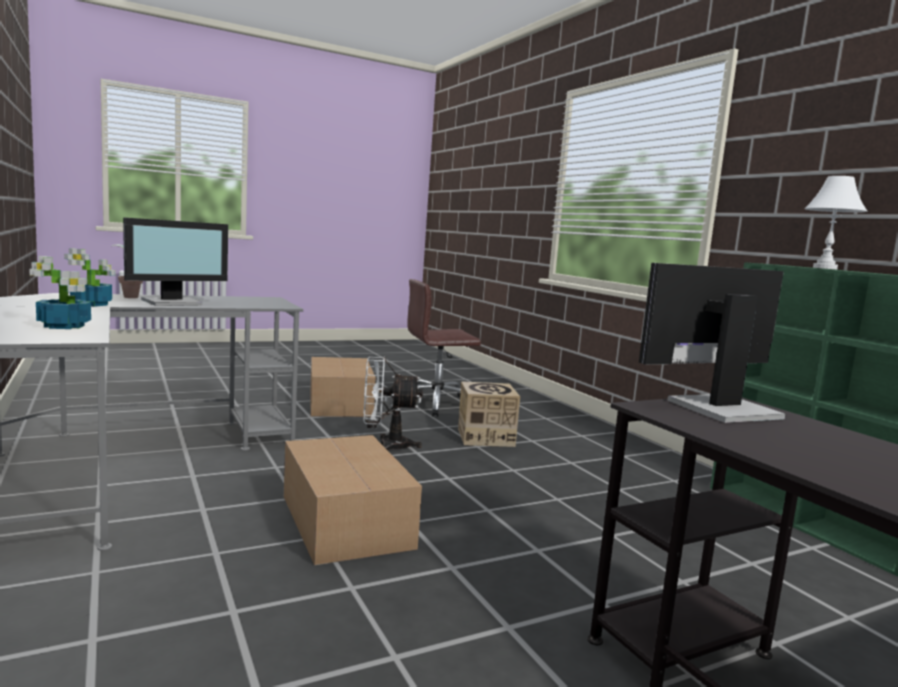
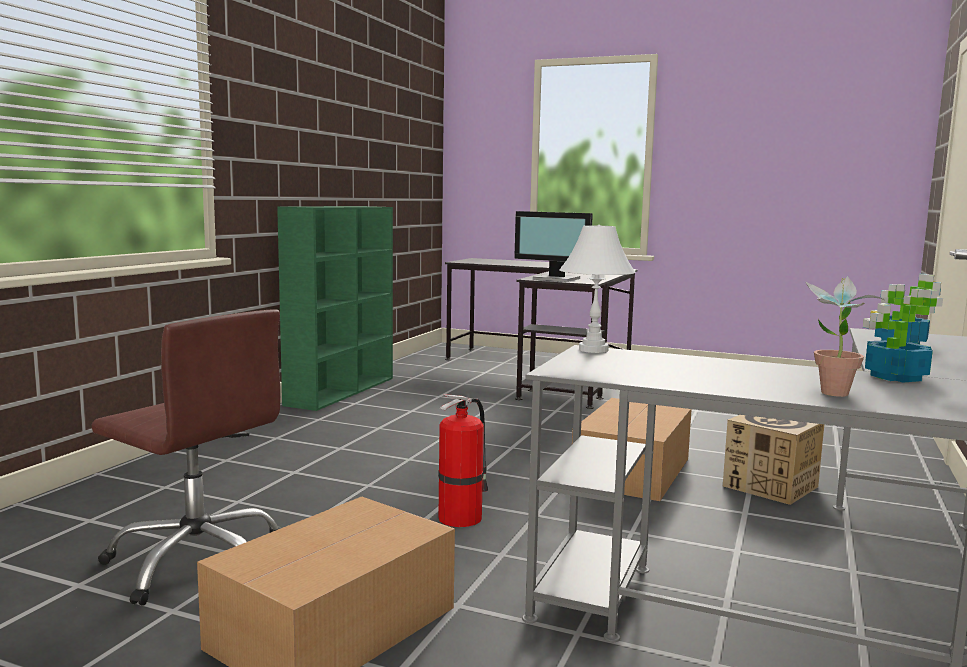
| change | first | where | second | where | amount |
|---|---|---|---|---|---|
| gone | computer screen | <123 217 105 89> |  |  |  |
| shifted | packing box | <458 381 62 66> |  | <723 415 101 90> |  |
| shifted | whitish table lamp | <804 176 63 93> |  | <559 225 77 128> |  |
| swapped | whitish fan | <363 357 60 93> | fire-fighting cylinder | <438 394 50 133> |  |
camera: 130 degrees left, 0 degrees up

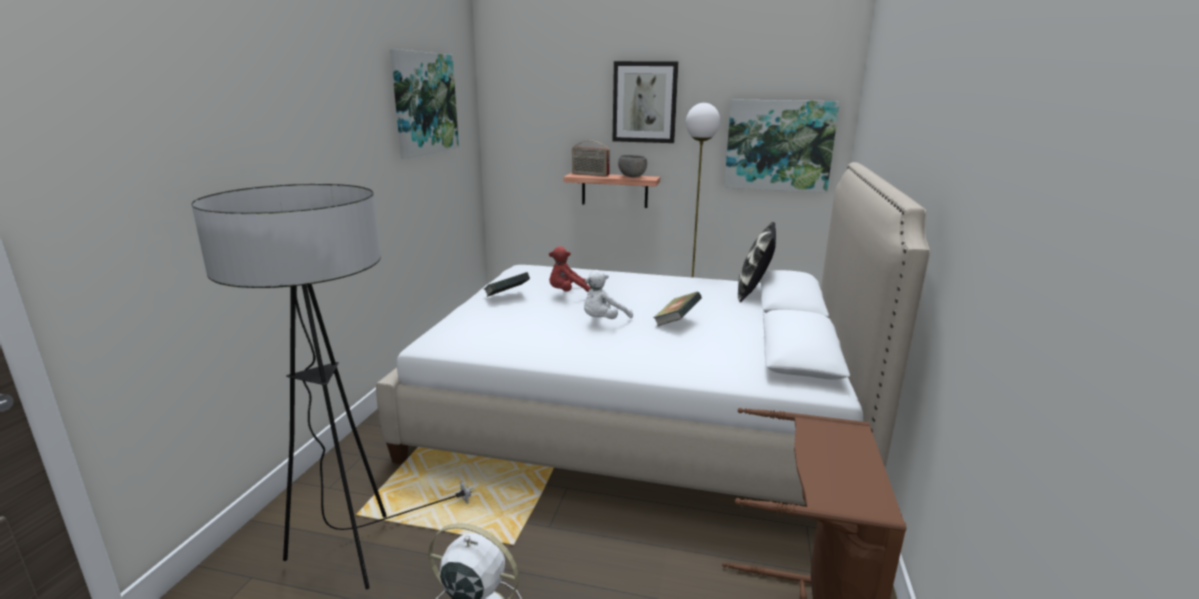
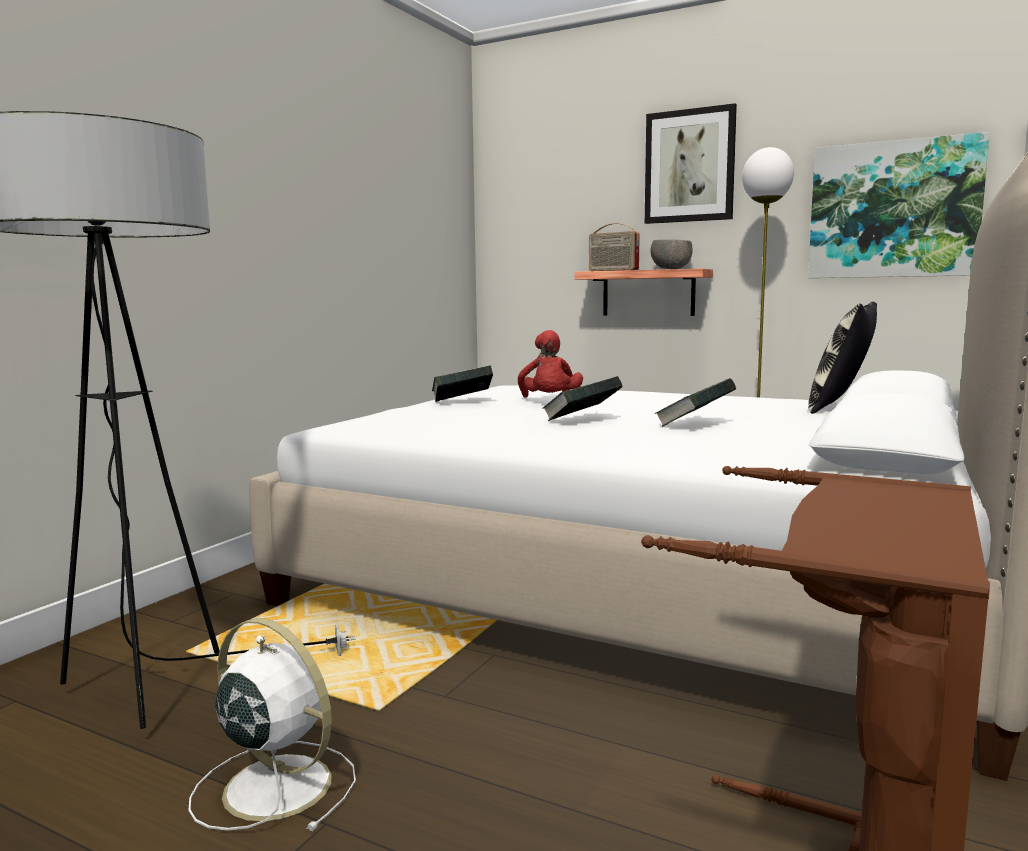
| change | first | where | second | where | amount |
|---|---|---|---|---|---|
| gone | picture | <390 49 69 110> |  |  |  |
| swapped | whitish plush toy | <584 270 49 49> | book | <543 376 80 45> |  |
| rotated | reddish plush toy | <549 246 42 46> |  | <518 330 65 68> | 90 degrees counterclockwise |
camera: 15 degrees right, 10 degrees down

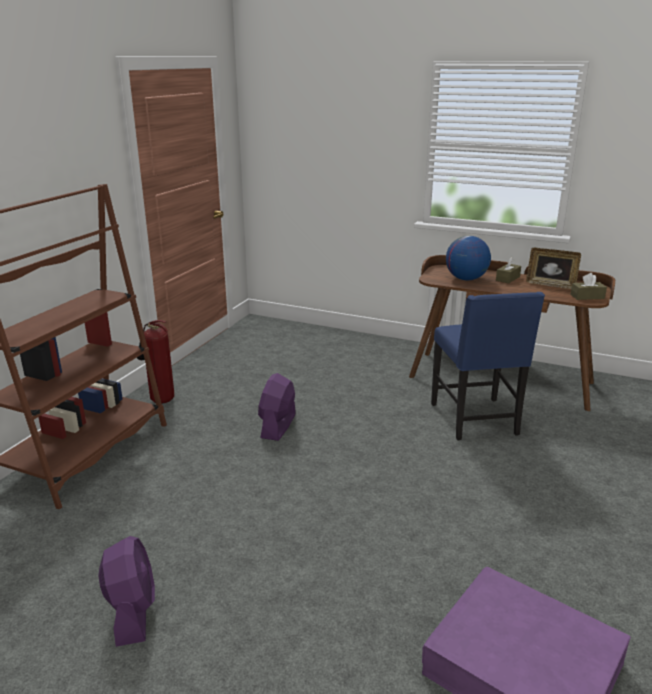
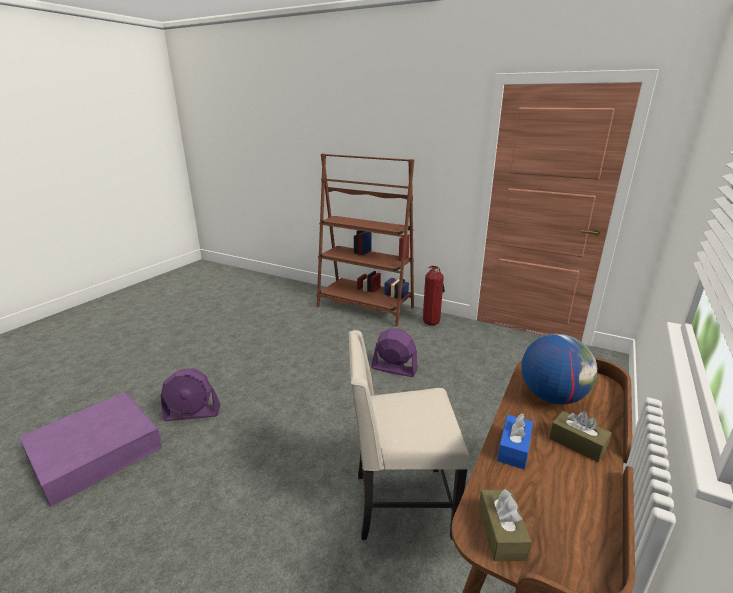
| change | first | where | second | where | amount |
|---|---|---|---|---|---|
| gone | picture frame | <526 248 55 41> |  |  |  |
| new |  |  | bluish box of tissues | <497 413 36 56> |  |
| shifted | purple-coloured fan | <98 536 57 111> |  | <161 368 59 53> |  |
| repainted | bluish plain chair | <431 292 114 148> | beige plain chair | <349 330 121 210> |  |
camera: 95 degrees right, 0 degrees up

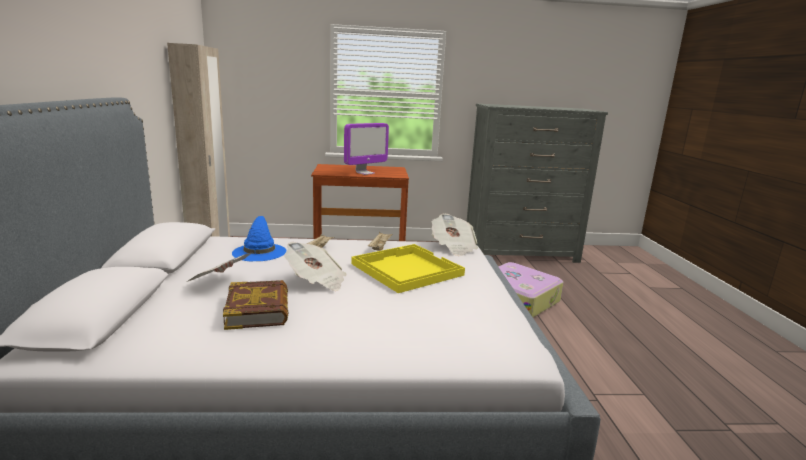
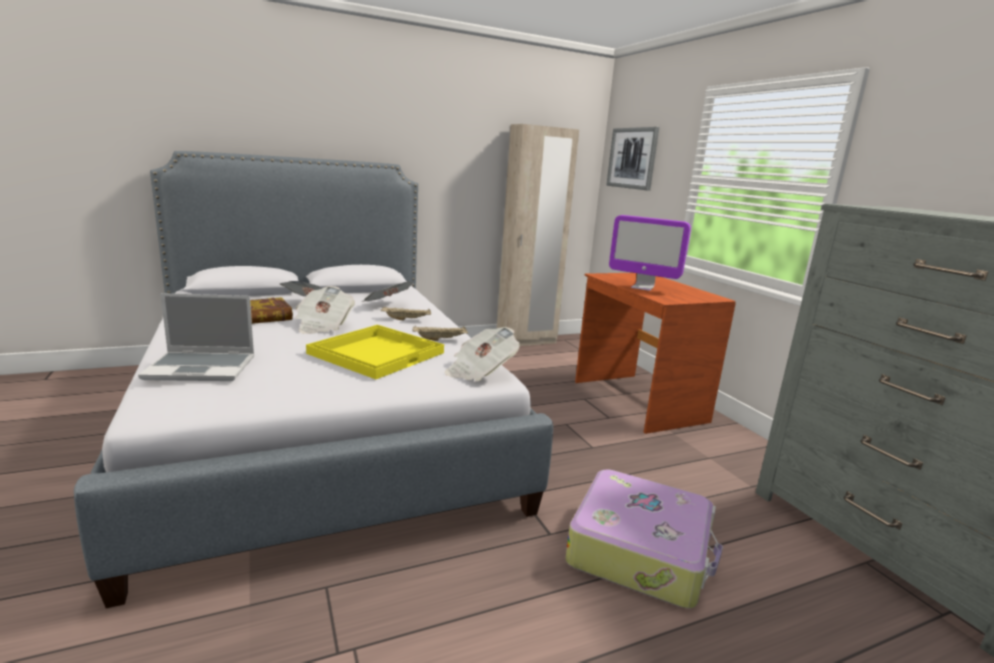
| change | first | where | second | where | amount |
|---|---|---|---|---|---|
| new |  |  | laptop | <138 293 117 88> |  |
| new |  |  | picture | <606 127 54 64> |  |
| swapped | bluish hat | <232 216 54 45> | printed paper | <362 281 52 21> |  |
camera: 70 degrees right, 0 degrees up

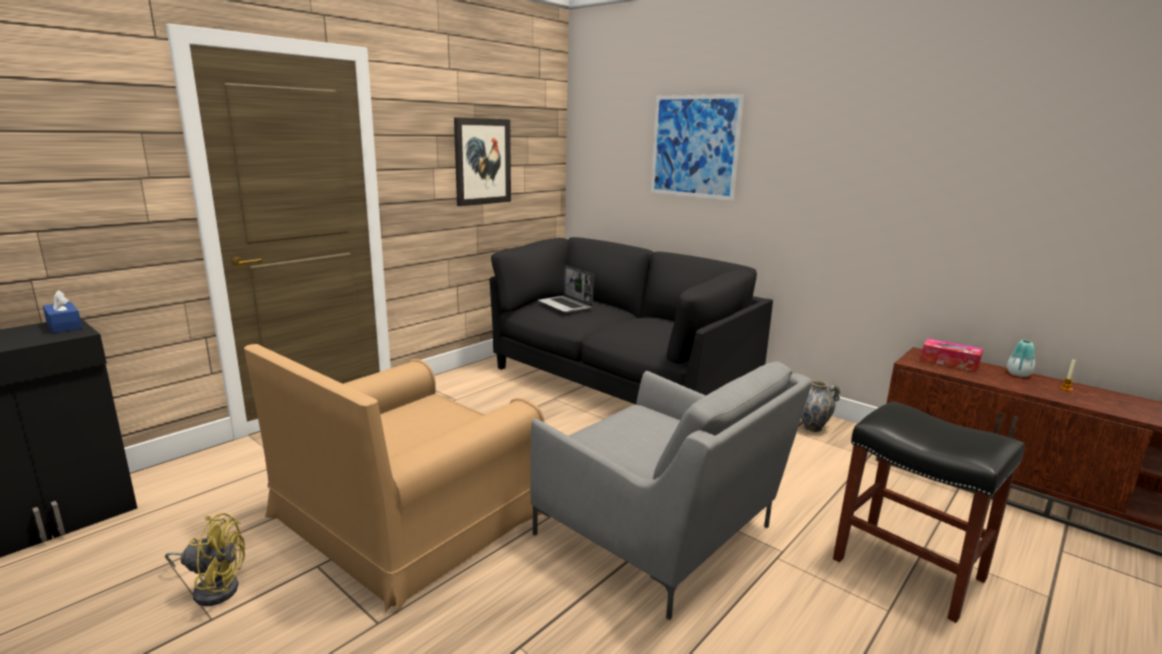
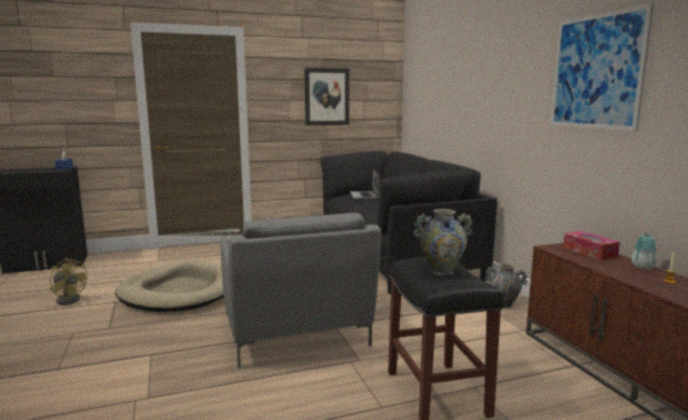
| change | first | where | second | where | amount |
|---|---|---|---|---|---|
| new |  |  | flower vase | <414 209 59 67> |  |
| shifted | picture | <651 94 93 107> |  | <550 3 104 128> |  |
| swapped | brown lounge chair | <244 344 300 269> | beige dog bed | <115 261 109 51> |  |
camera: 30 degrees right, 5 degrees down

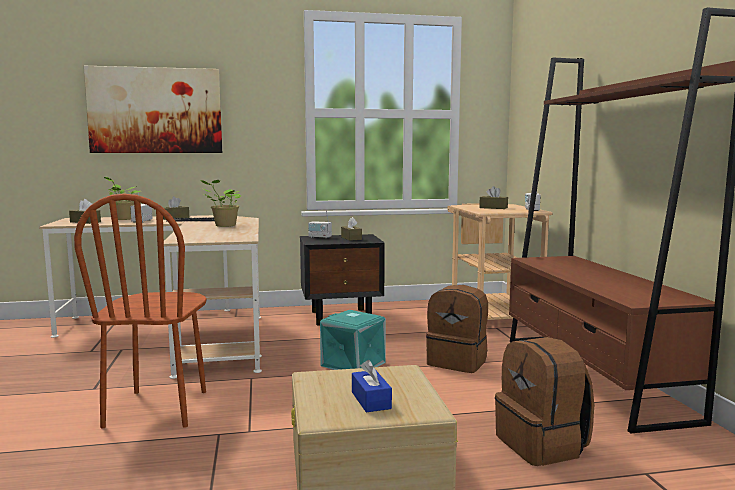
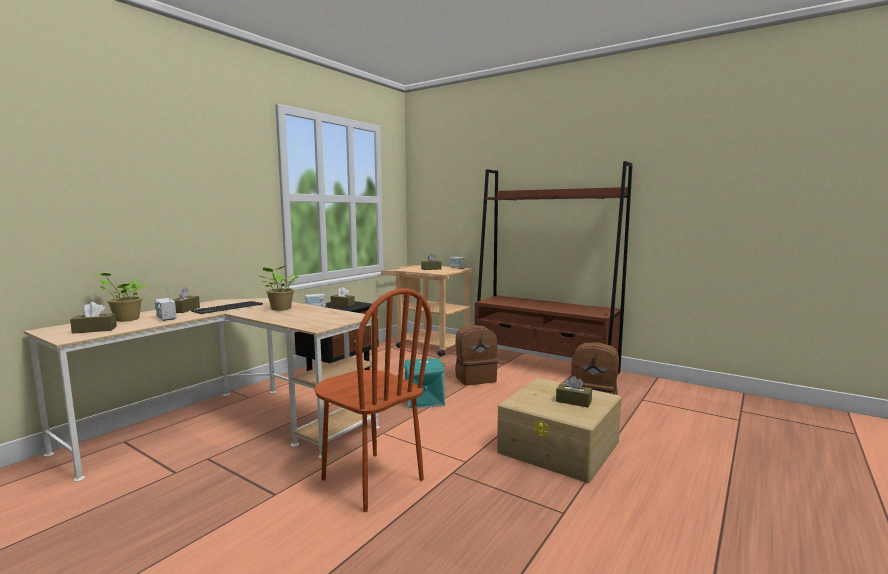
| change | first | where | second | where | amount |
|---|---|---|---|---|---|
| gone | picture | <83 66 139 87> |  |  |  |
| repainted | bluish box of tissues | <352 360 40 53> | brown box of tissues | <556 376 36 31> |  |
camera: 45 degrees left, 0 degrees up

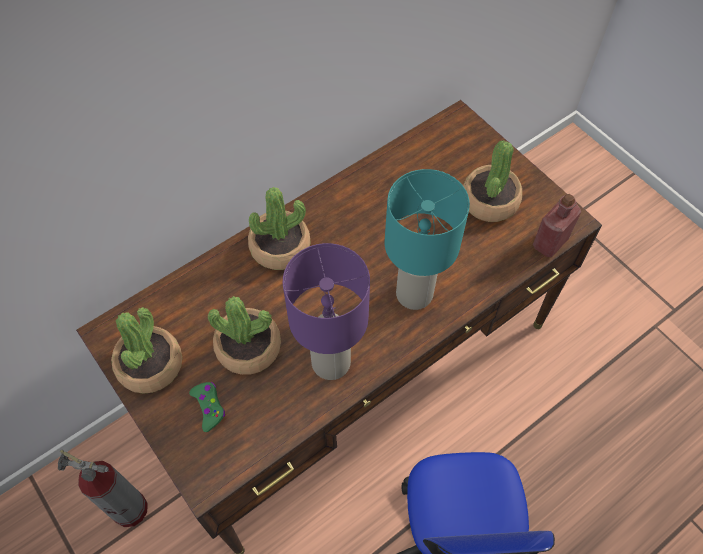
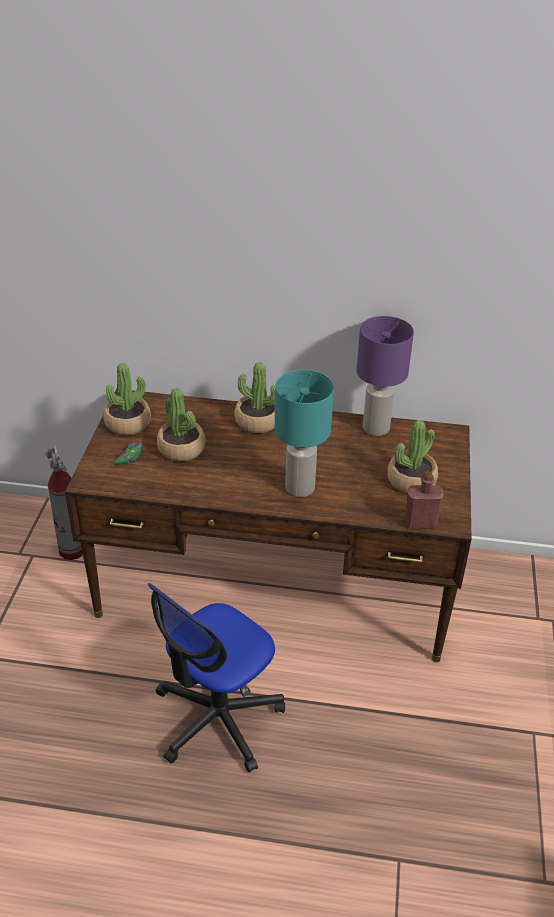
| change | first | where | second | where | amount |
|---|---|---|---|---|---|
| shifted | purple-coloured table lamp | <283 243 87 137> |  | <356 316 58 120> |  |
camera: 45 degrees right, 20 degrees down

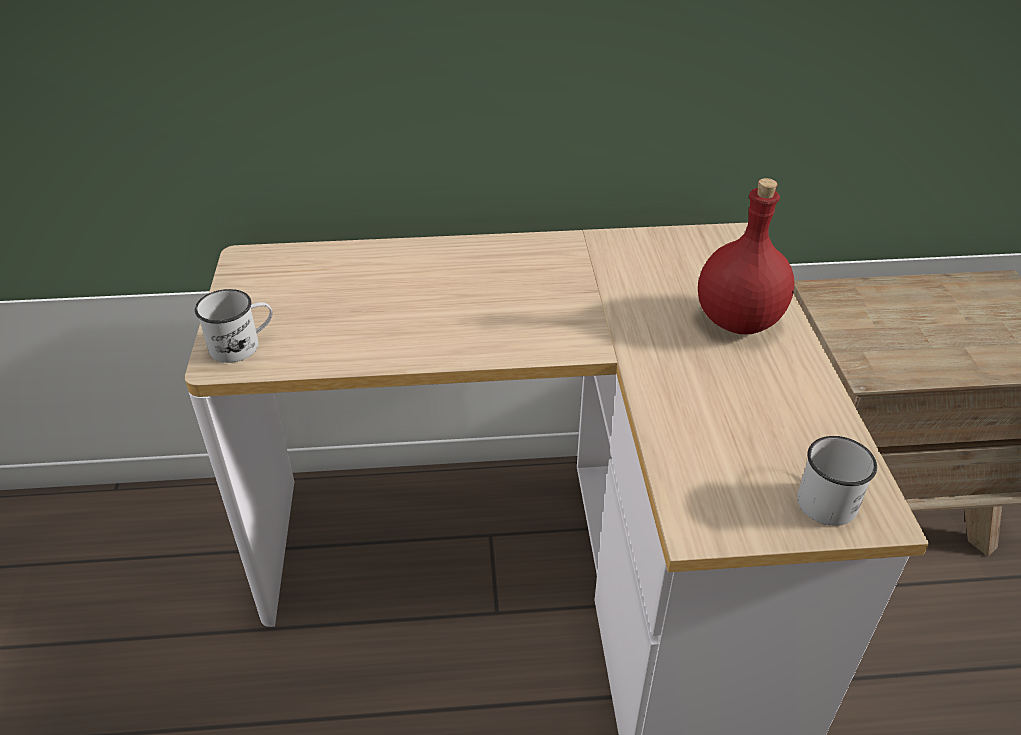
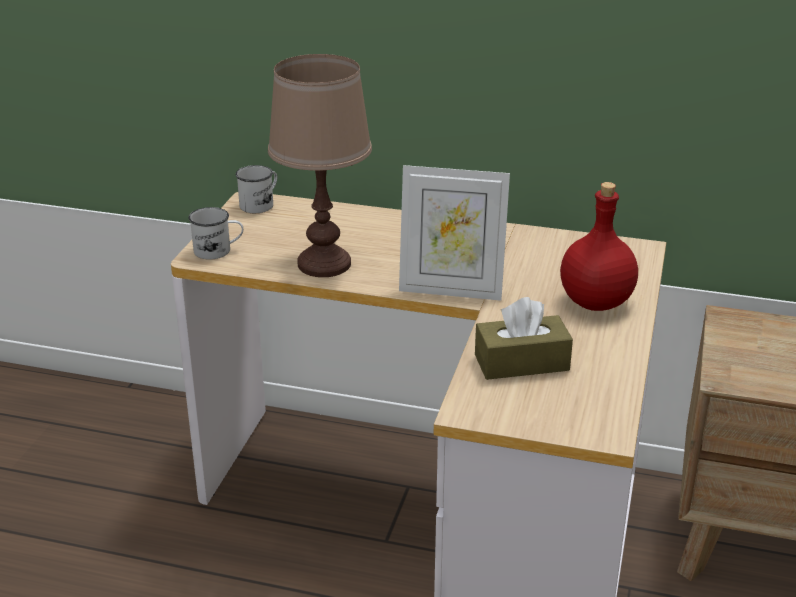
| change | first | where | second | where | amount |
|---|---|---|---|---|---|
| new |  |  | brown table lamp | <268 54 104 223> |  |
| new |  |  | picture frame | <399 165 111 136> |  |
| new |  |  | brown box of tissues | <475 297 98 83> |  |
| shifted | whitish mug | <797 436 80 90> |  | <235 165 42 48> |  |
camera: 20 degrees right, 10 degrees down

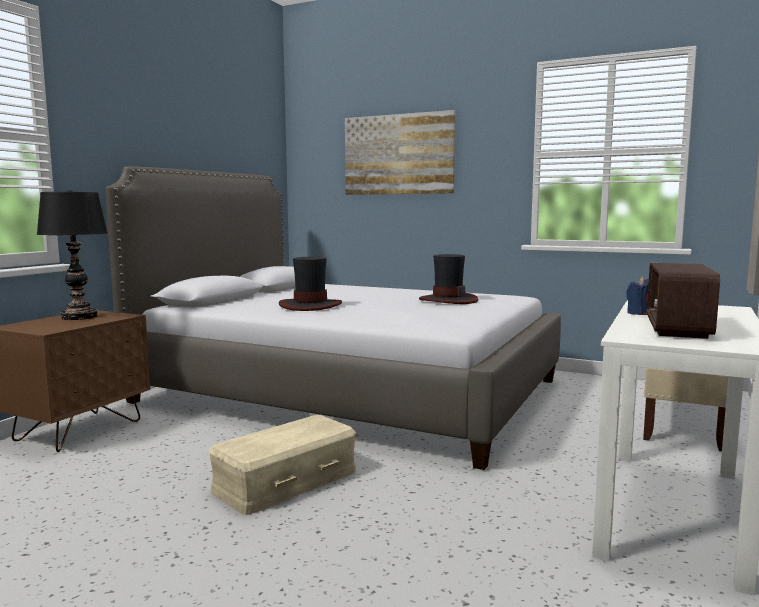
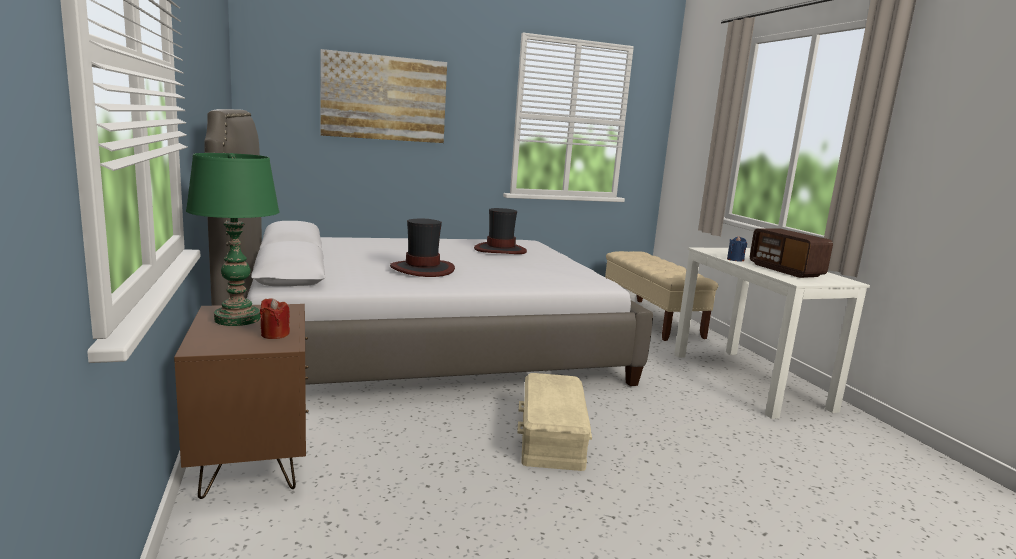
| change | first | where | second | where | amount |
|---|---|---|---|---|---|
| new |  |  | reddish candle | <260 298 30 41> |  |
| repainted | black-coloured table lamp | <37 190 71 130> | green table lamp | <186 153 94 173> |  |
camera: 45 degrees left, 5 degrees up

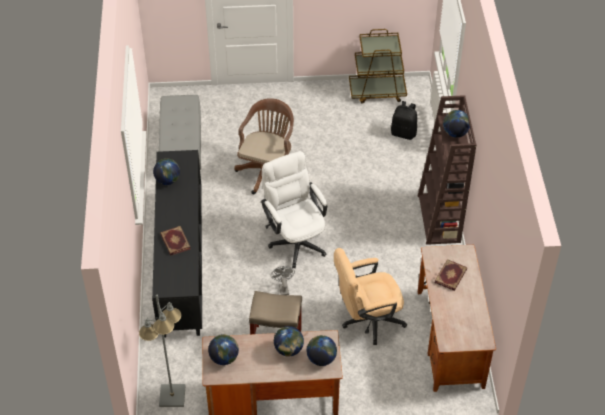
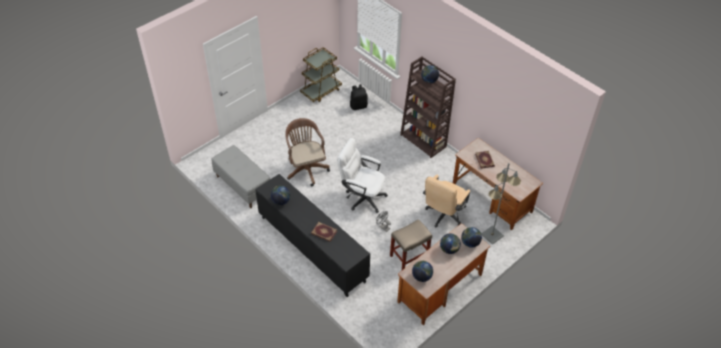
| change | first | where | second | where | amount |
|---|---|---|---|---|---|
| shifted | grey floor lamp | <139 294 47 113> |  | <481 163 40 82> |  |
camera: 40 degrees left, 0 degrees up

